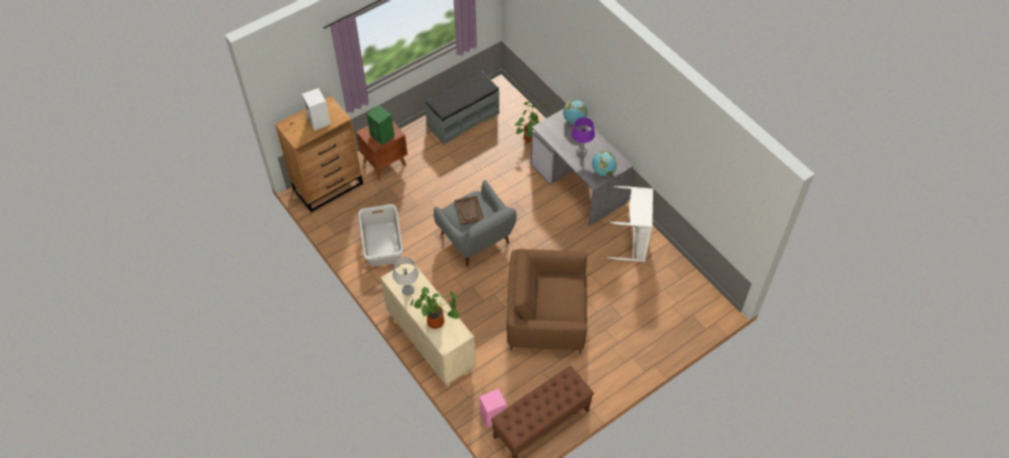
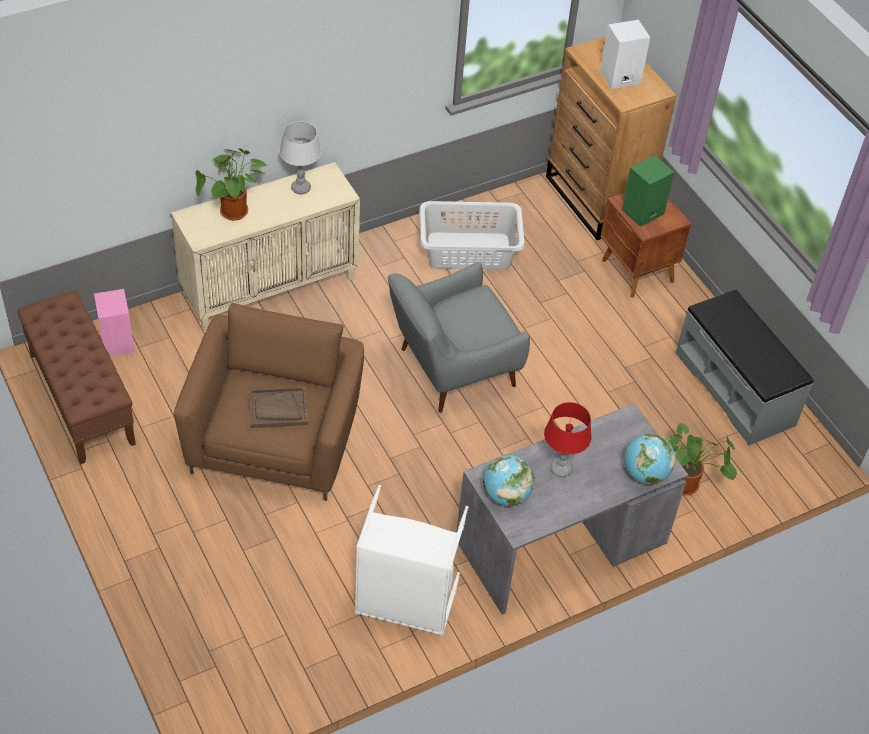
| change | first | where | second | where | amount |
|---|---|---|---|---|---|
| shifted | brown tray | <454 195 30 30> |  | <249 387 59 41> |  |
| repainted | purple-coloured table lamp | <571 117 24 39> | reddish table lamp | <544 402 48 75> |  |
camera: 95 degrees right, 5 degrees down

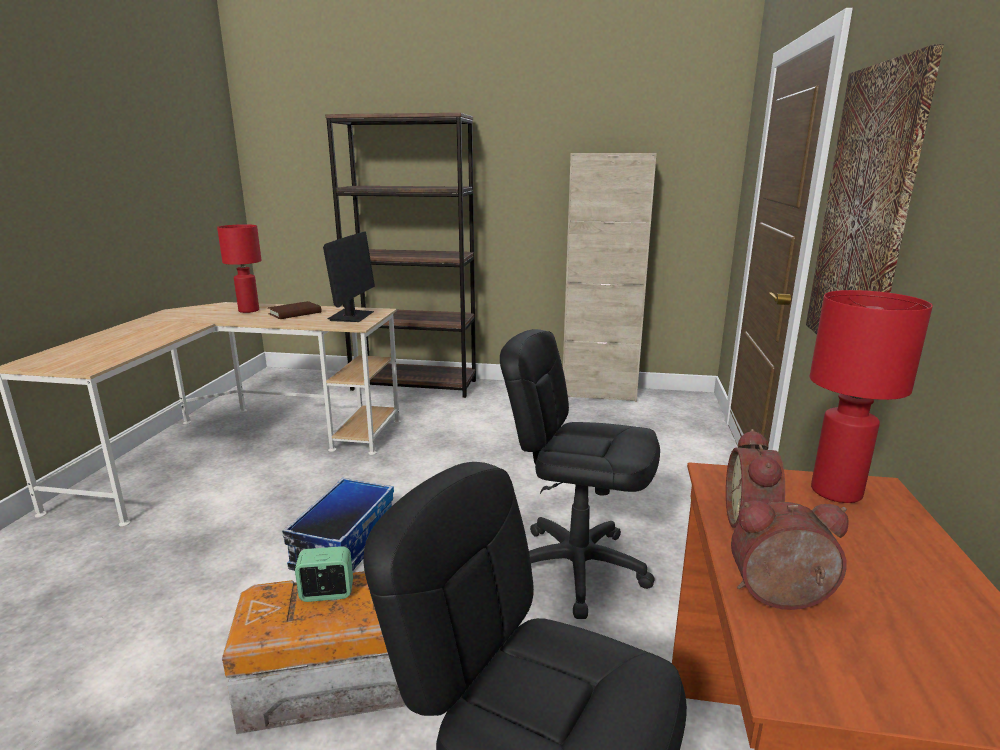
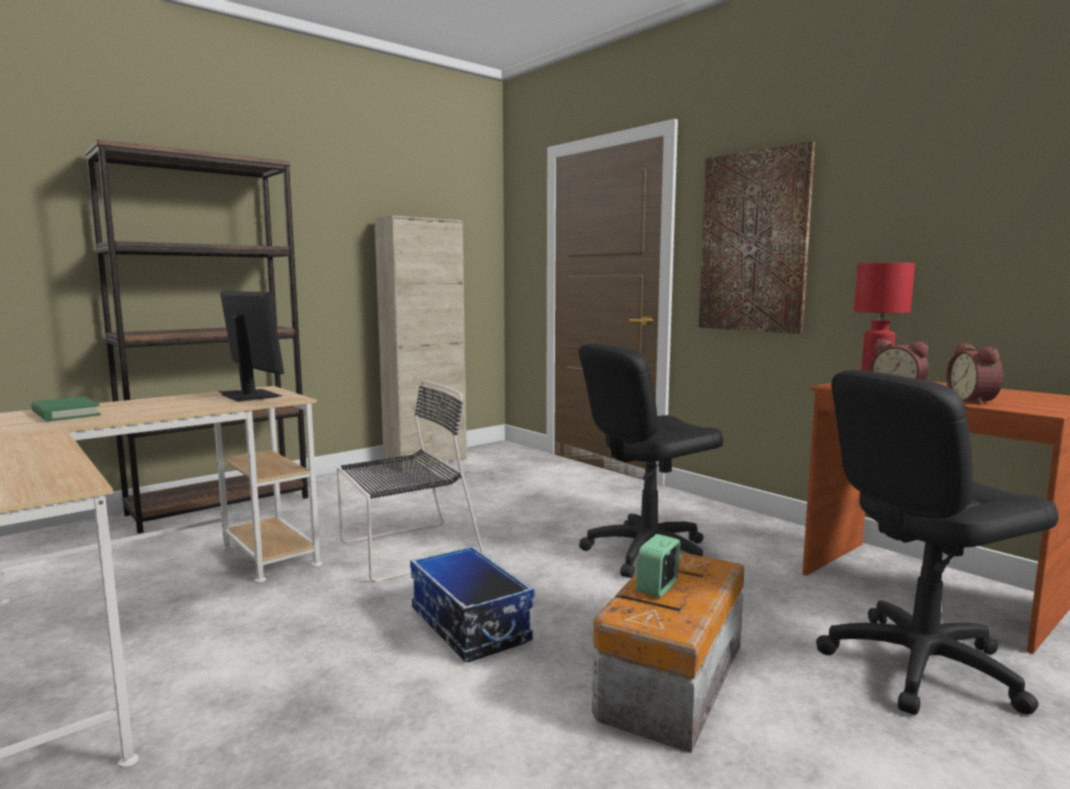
| change | first | where | second | where | amount |
|---|---|---|---|---|---|
| gone | brown book | <268 301 53 18> |  |  |  |
| new |  |  | black-coloured plain chair | <337 380 147 203> |  |
| swapped | reddish table lamp | <217 224 45 89> | green book | <32 396 69 25> |  |
| rotated | bedside clock | <731 500 118 110> |  | <946 343 57 62> | 45 degrees counterclockwise |
camera: 50 degrees left, 10 degrees down

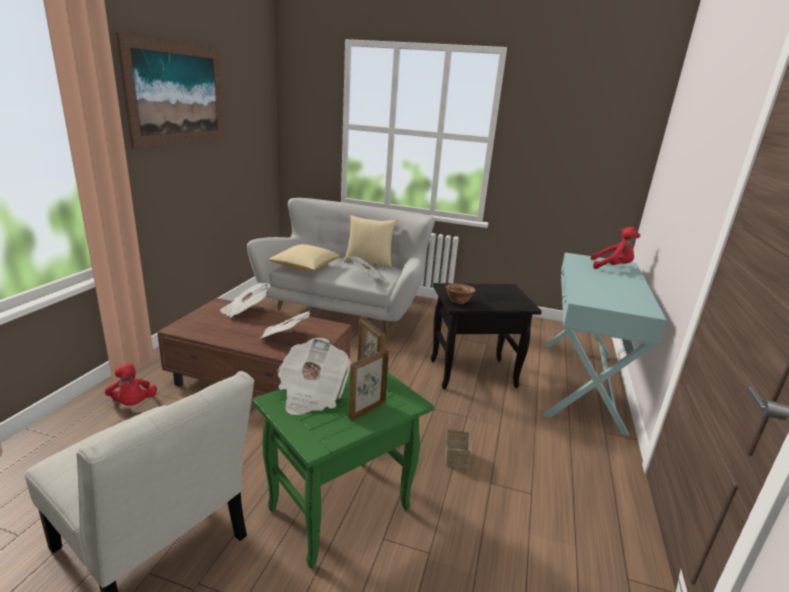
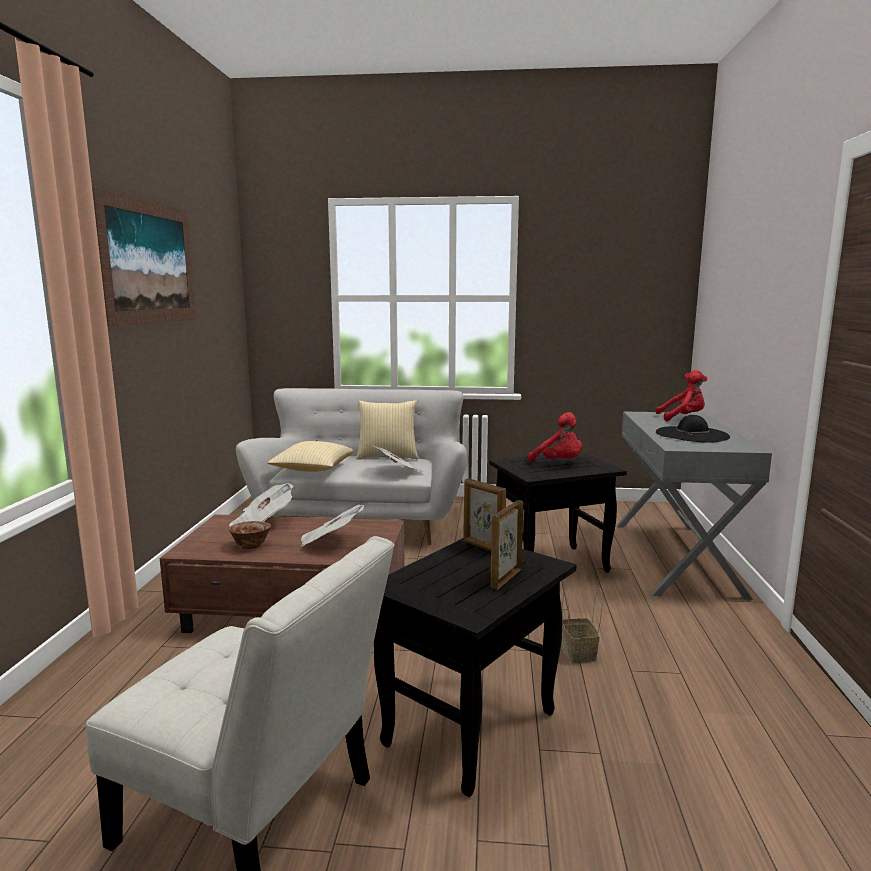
| change | first | where | second | where | amount |
|---|---|---|---|---|---|
| gone | printed paper | <277 338 74 77> |  |  |  |
| new |  |  | black-coloured hat | <656 415 74 28> |  |
| shifted | reddish plush toy | <105 364 52 42> |  | <528 412 54 50> |  |
| shifted | bowl | <446 283 30 21> |  | <229 521 42 28> |  |
| repainted | green end table | <252 371 182 197> | black-coloured end table | <374 538 202 259> |  |
| repainted | turquoise-coloured narrow table | <543 252 124 184> | grey narrow table | <616 411 156 189> |  |
camera: 10 degrees left, 10 degrees down

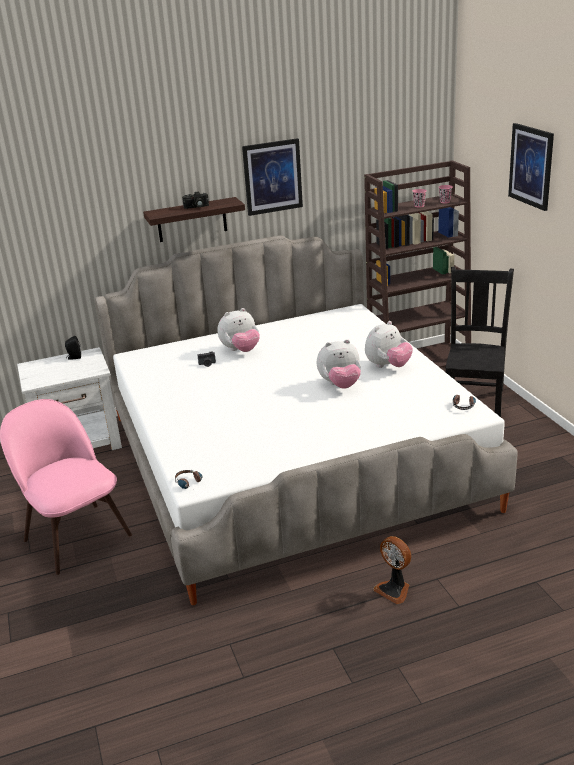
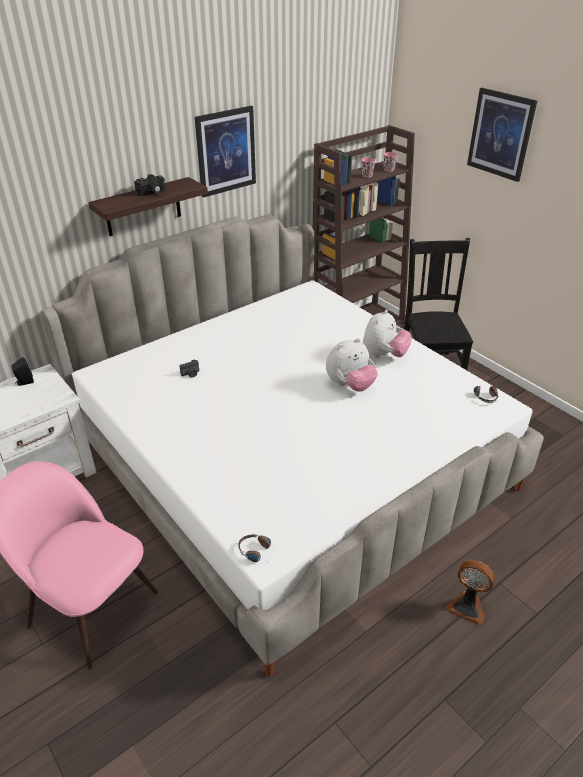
| change | first | where | second | where | amount |
|---|---|---|---|---|---|
| gone | plush toy | <218 308 42 44> |  |  |  |
camera: 20 degrees left, 10 degrees up

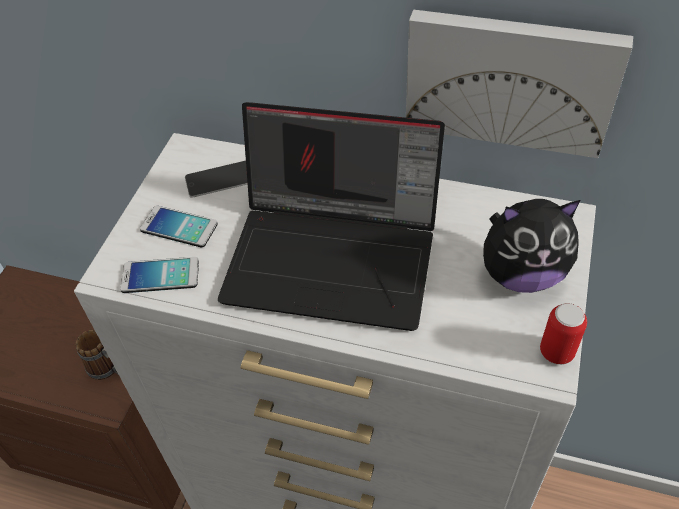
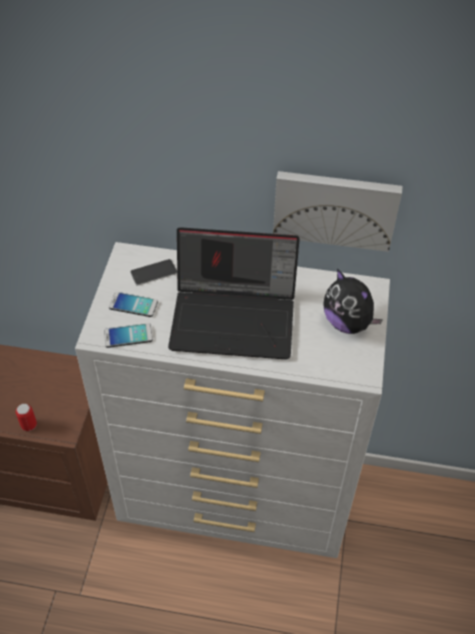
| change | first | where | second | where | amount |
|---|---|---|---|---|---|
| gone | mug | <76 330 43 50> |  |  |  |
| shifted | can | <540 303 47 62> |  | <16 404 21 27> |  |
| rotated | plush toy | <483 199 97 94> |  | <323 269 60 65> | 60 degrees clockwise |
camera: 10 degrees left, 0 degrees up

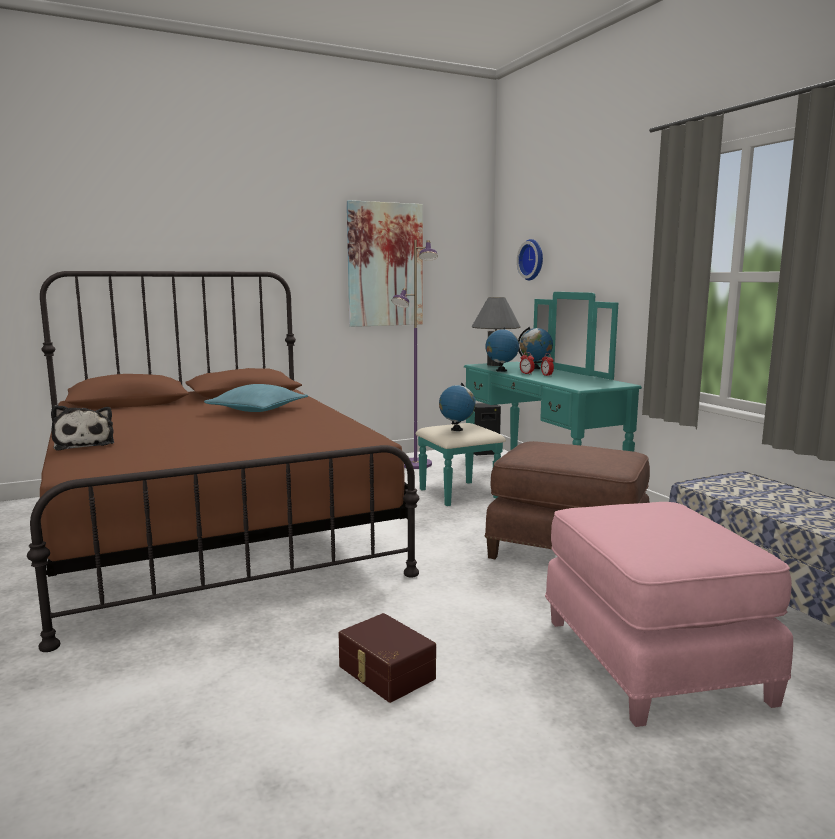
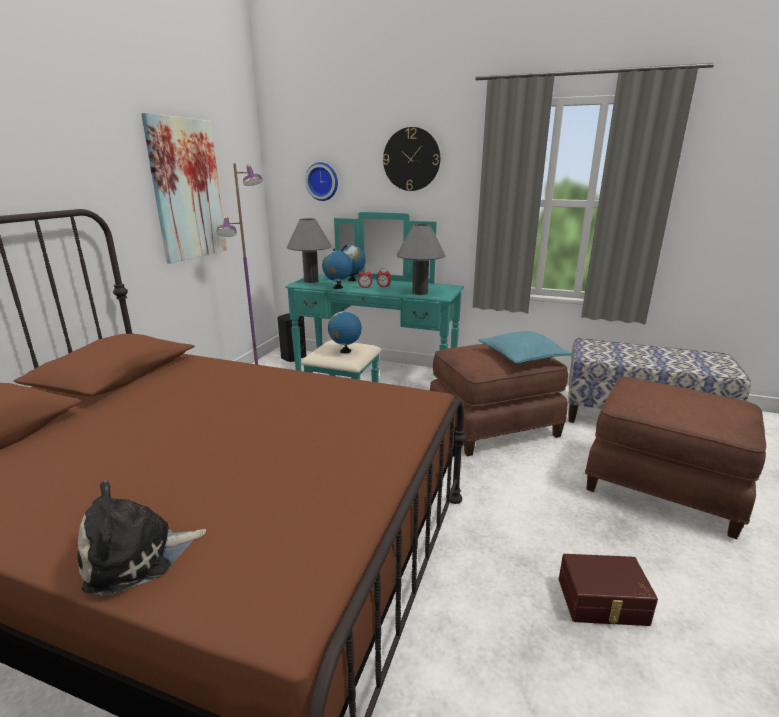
| change | first | where | second | where | amount |
|---|---|---|---|---|---|
| new |  |  | hanging clock | <383 127 57 64> |  |
| new |  |  | grey table lamp | <397 224 49 71> |  |
| shifted | turquoise-coloured throw pillow | <204 384 104 28> |  | <478 331 95 33> |  |
| repainted | pink-coloured ottoman | <545 502 248 225> | brown ottoman | <585 377 181 162> |  |
| rotated | plush toy | <51 405 63 46> |  | <77 480 129 116> | 135 degrees clockwise |
camera: 45 degrees left, 10 degrees up

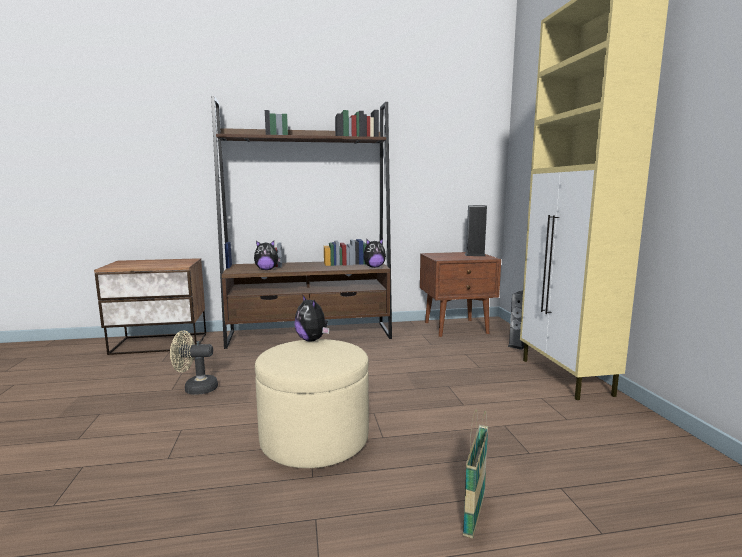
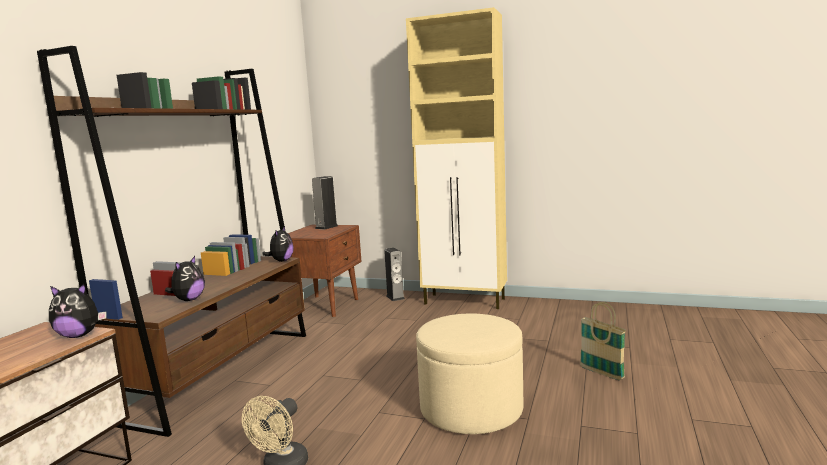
| change | first | where | second | where | amount |
|---|---|---|---|---|---|
| shifted | plush toy | <294 294 35 48> |  | <49 284 57 54> |  |
camera: 60 degrees left, 0 degrees up

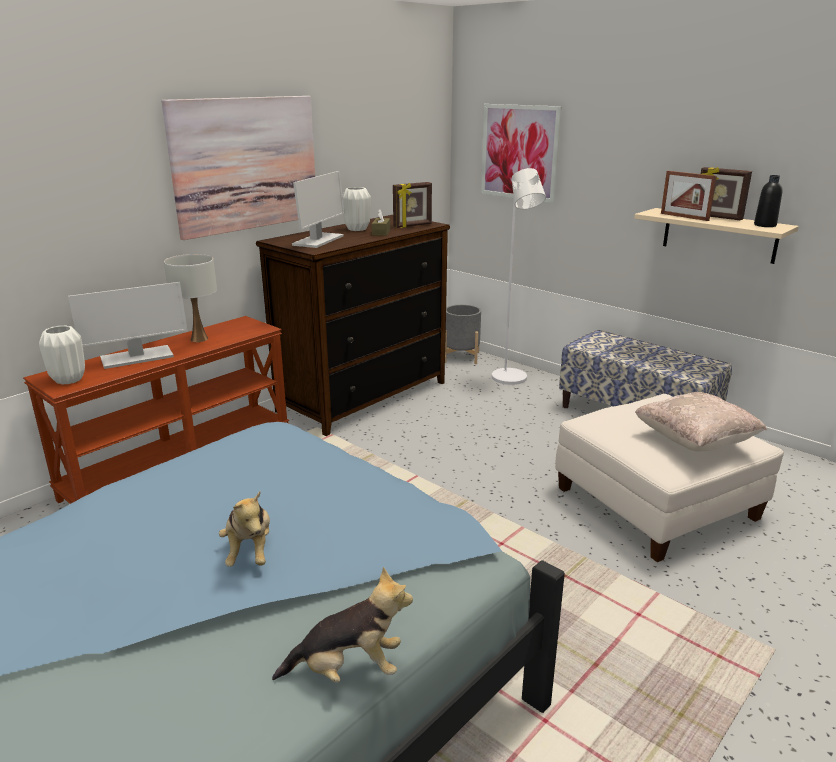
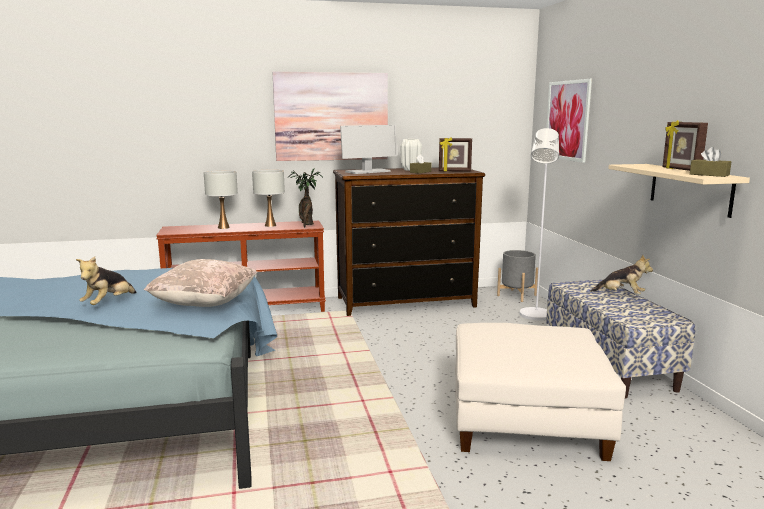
| change | first | where | second | where | amount |
|---|---|---|---|---|---|
| gone | whitish flower vase | <39 325 46 60> |  |  |  |
| gone | picture frame | <661 171 56 50> |  |  |  |
| new |  |  | houseplant | <288 168 34 60> |  |
| shifted | plush toy | <272 567 141 116> |  | <591 255 62 39> |  |
| shifted | beige throw pillow | <635 392 132 60> |  | <144 259 114 48> |  |
| swapped | computer screen | <68 282 119 87> | whitish table lamp | <204 171 34 58> |  |
| swapped | black-coloured beverage bottle | <754 175 28 52> | brown box of tissues | <690 147 42 30> |  |
camera: 35 degrees right, 10 degrees down

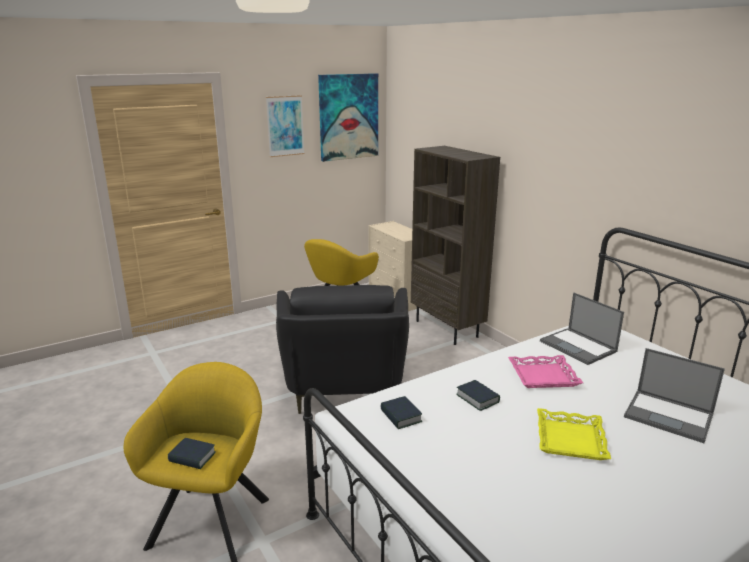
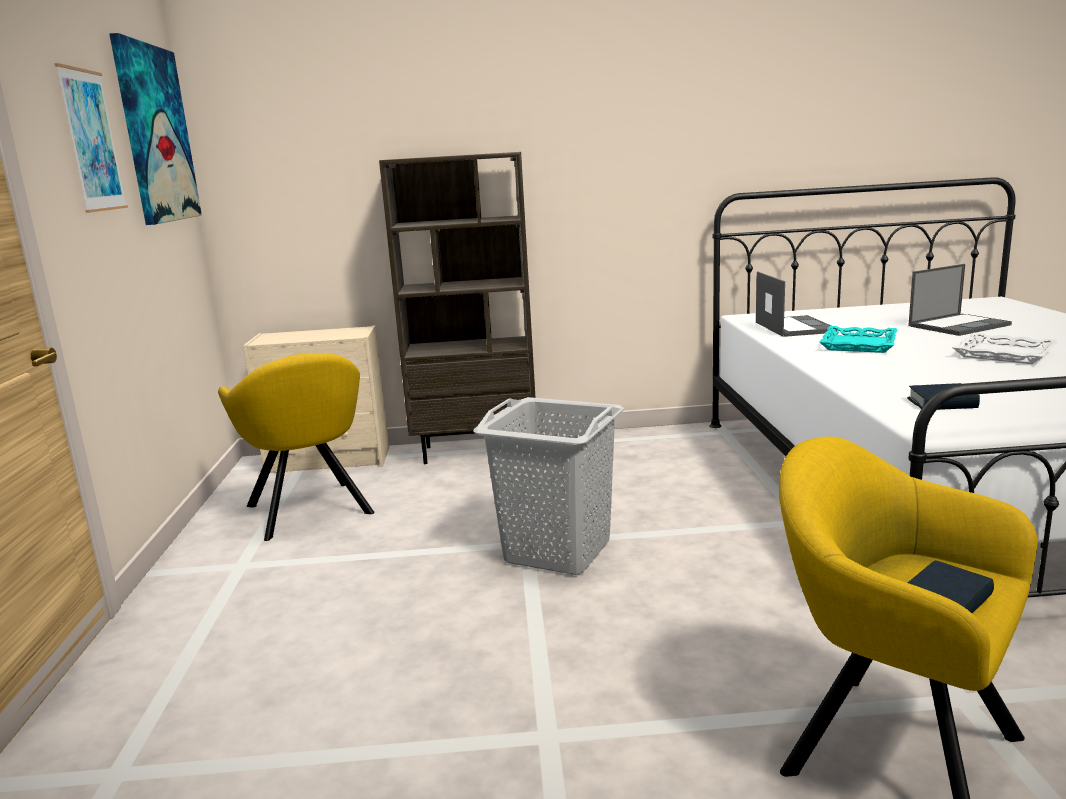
| change | first | where | second | where | amount |
|---|---|---|---|---|---|
| gone | book | <456 380 44 31> |  |  |  |
| swapped | black-coloured lounge chair | <276 285 133 129> | grey laundry basket | <474 397 150 178> |  |
| repainted | pink-coloured tray | <508 355 75 33> | turquoise-coloured tray | <820 326 78 27> |  |
| repainted | yellowish tray | <537 408 74 52> | whitish tray | <952 332 107 32> |  |
| rotated | laptop | <540 293 84 72> |  | <756 272 81 65> | 90 degrees counterclockwise |
camera: 60 degrees left, 5 degrees down

